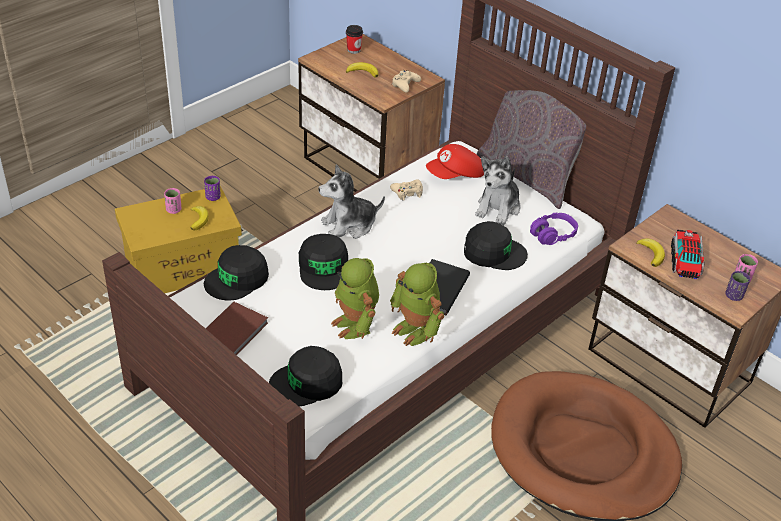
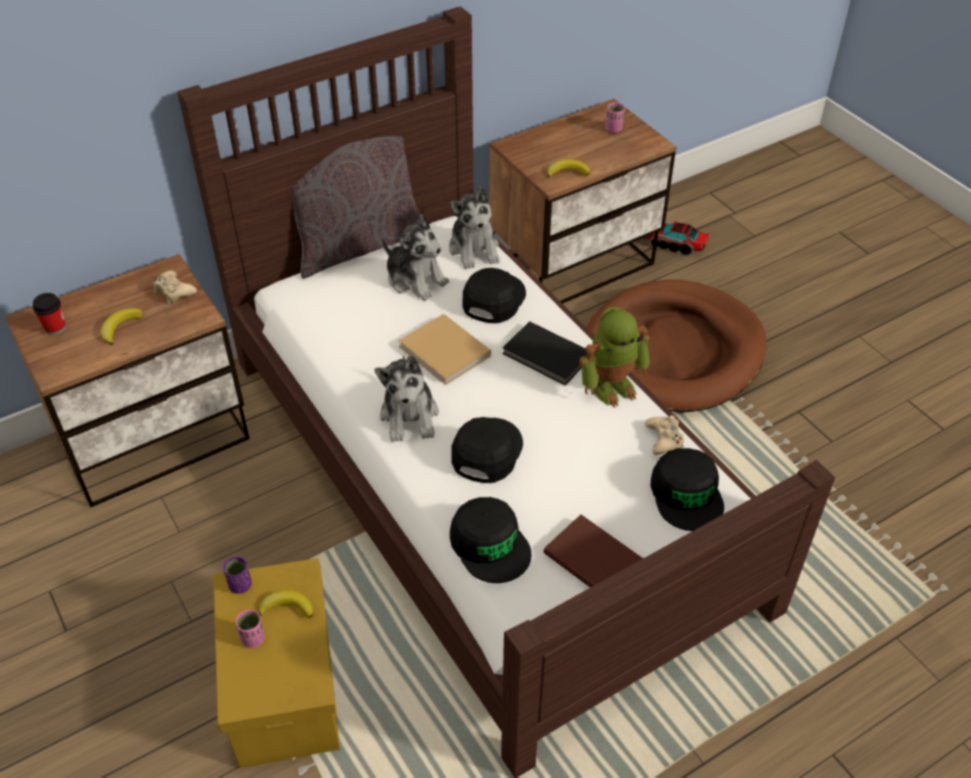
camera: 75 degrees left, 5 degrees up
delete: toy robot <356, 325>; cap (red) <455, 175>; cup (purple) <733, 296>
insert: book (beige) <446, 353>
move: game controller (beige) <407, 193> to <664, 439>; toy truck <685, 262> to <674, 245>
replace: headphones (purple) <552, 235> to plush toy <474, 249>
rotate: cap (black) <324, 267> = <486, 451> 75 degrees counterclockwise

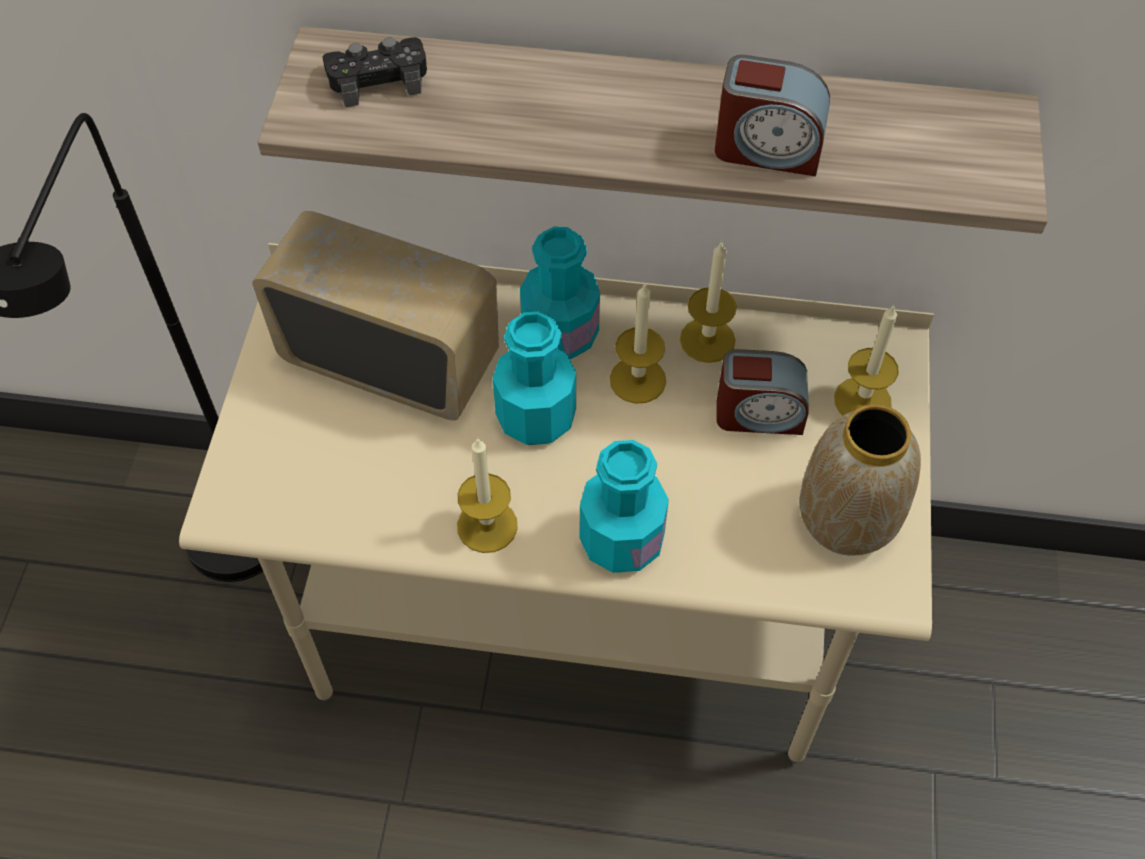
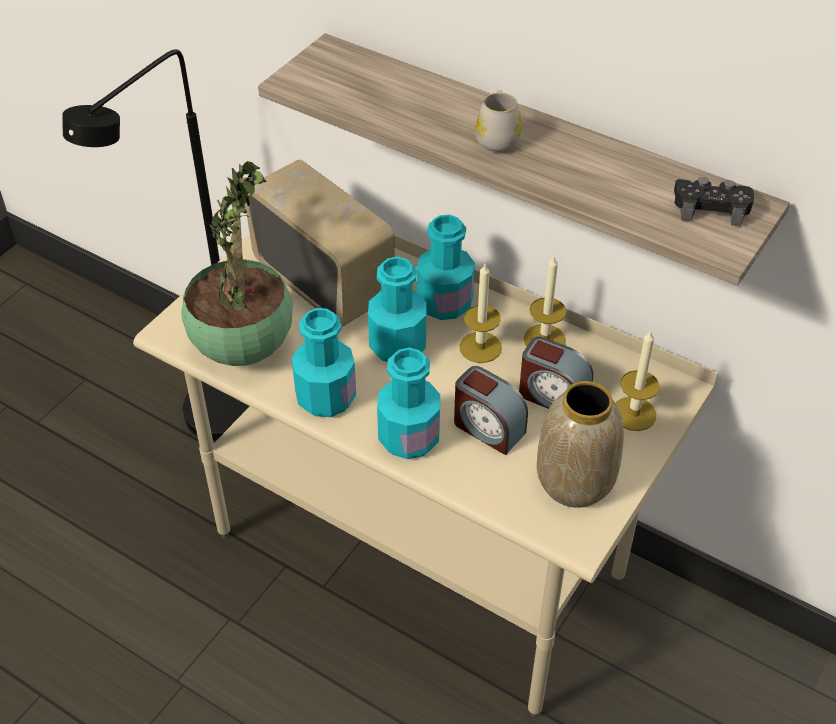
camera: 25 degrees right, 10 degrees down
insert: potted plant <243, 346>; mug (white) <497, 138>
move: game controller (black) <378, 78> to <711, 207>; alarm clock <767, 149> to <488, 428>
replace: candle <487, 526> to bottle (turquoise) <326, 397>

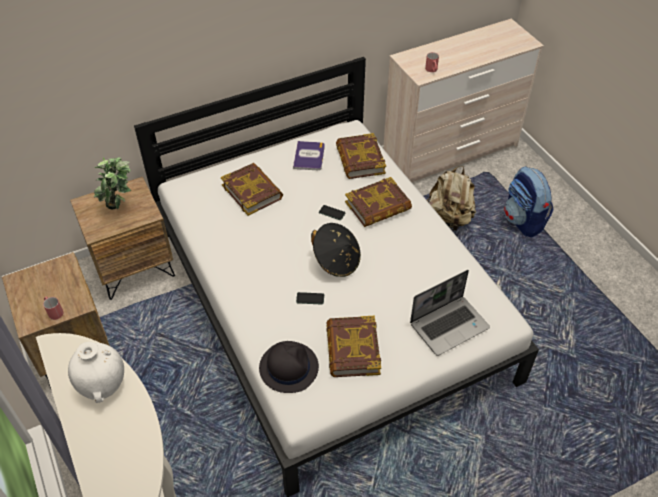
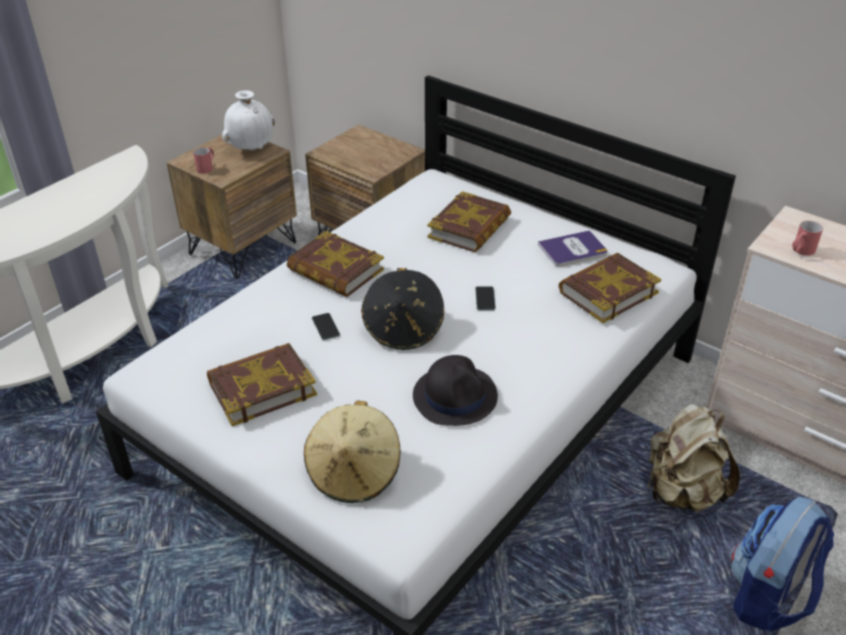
camera: 65 degrees right, 10 degrees down
delete: potted plant <121, 208>
move: vase (white) <103, 385> to <252, 149>; hat (black) <288, 367> to <455, 396>; book <378, 206> to <335, 271>
replace: laptop <449, 325> to hat (beige) <354, 473>

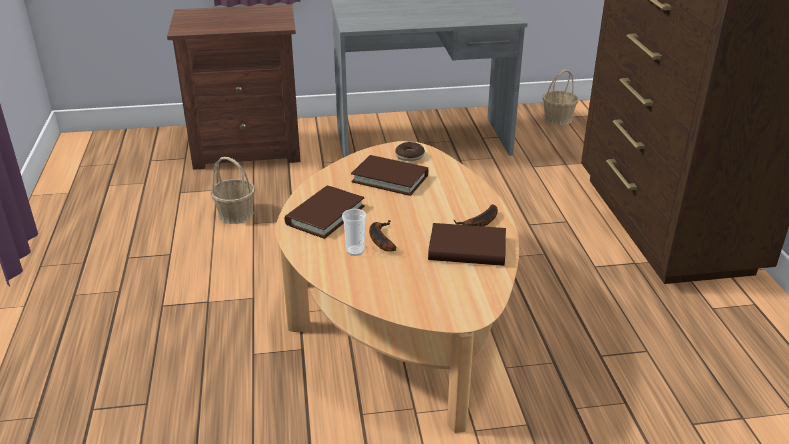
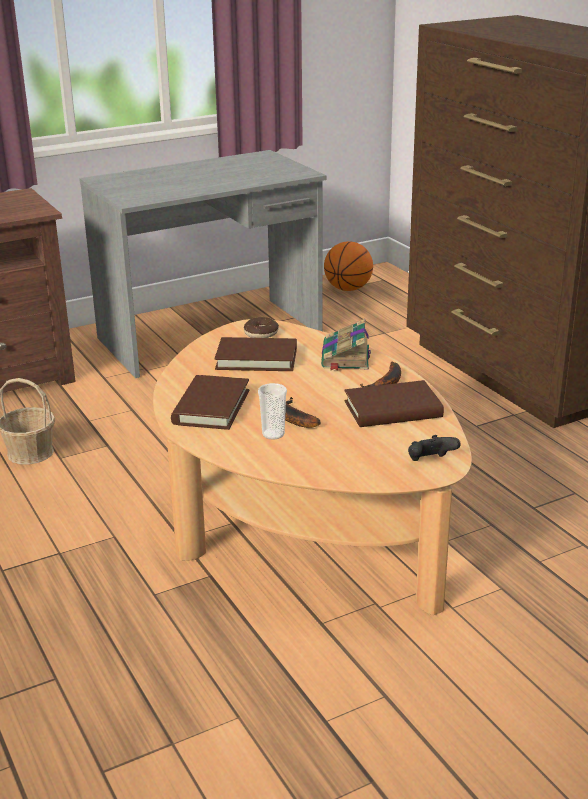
camera: 20 degrees left, 5 degrees down
insert: book <345, 358>; game controller (black) <430, 462>
replace: basket <558, 118> to basketball <348, 289>

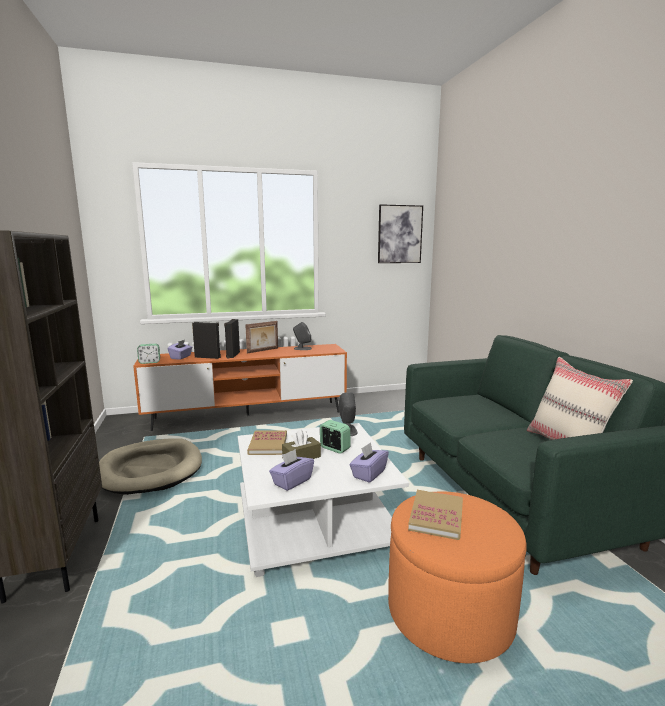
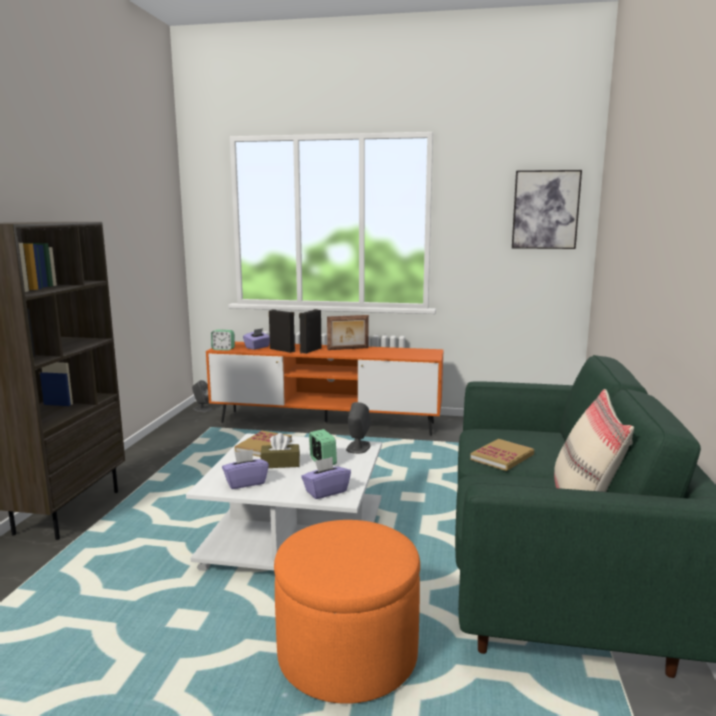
camera: 25 degrees right, 0 degrees up
delete: dog bed (beige) <151, 470>
move: speaker (grey) <302, 348> to <202, 409>; book <436, 516> to <502, 457>

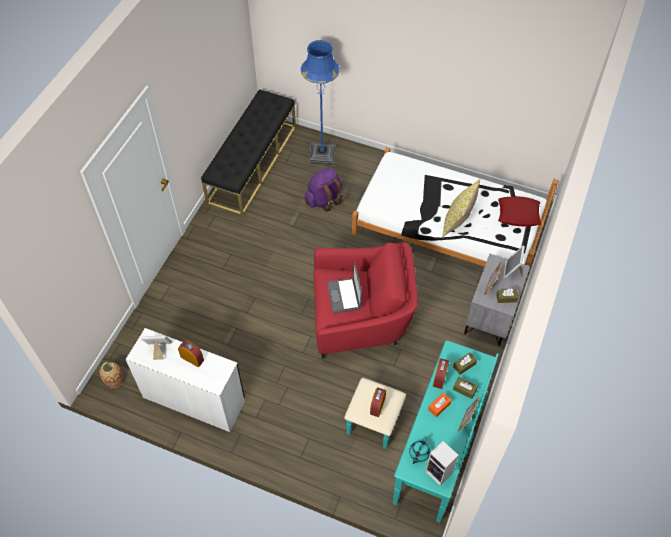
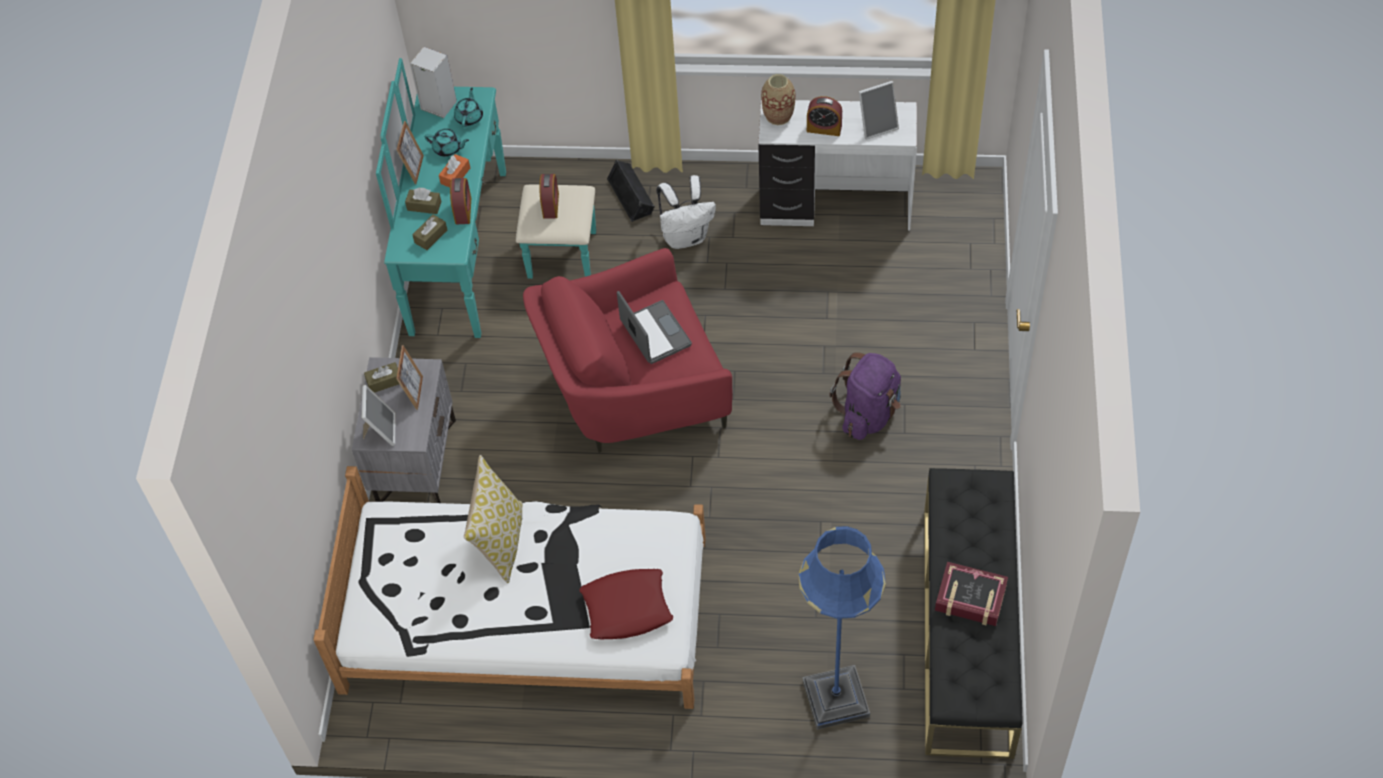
camera: 165 degrees right, 0 degrees up
insert: teapot (turquoise) <448, 149>; speaker (black) <632, 195>; backpack (white) <686, 237>; book <970, 598>
move: vase <114, 381> to <778, 116>; backpack (purple) <324, 200> to <869, 413>; pillow (red) <518, 214> to <627, 608>

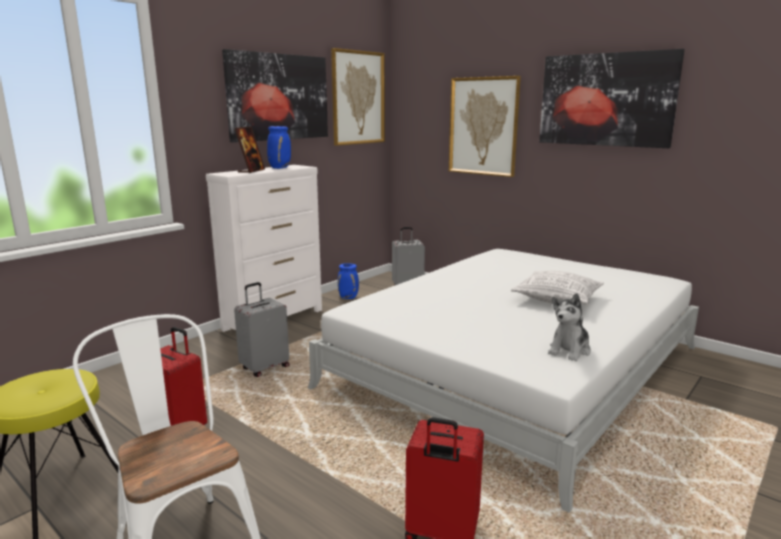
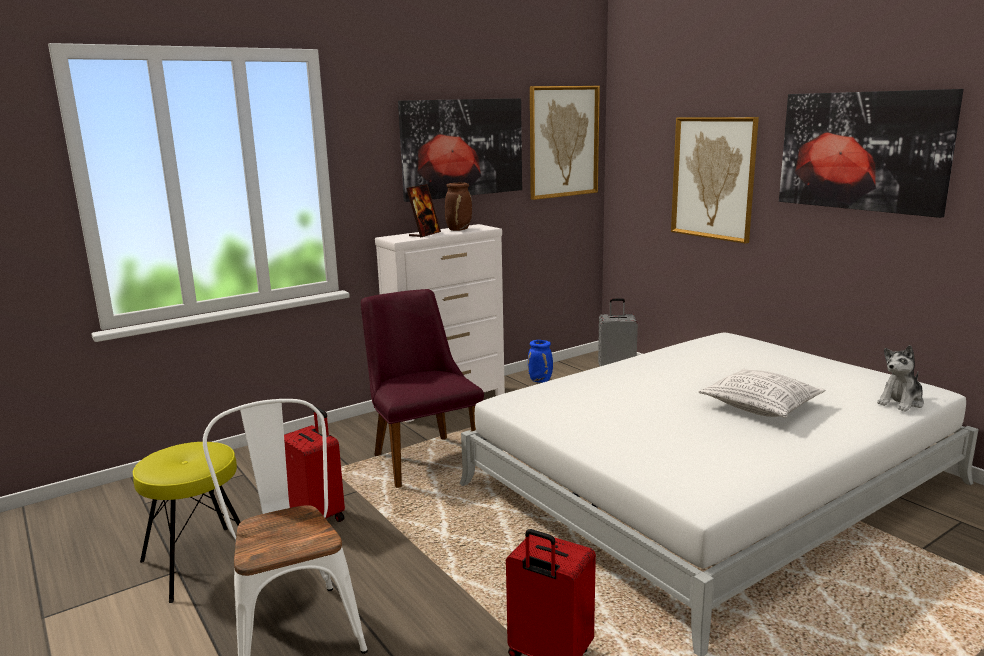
camera: 15 degrees right, 0 degrees up
move: plush toy <569, 350> to <901, 402>
replace: suitcase (grey) <264, 368> to chair (purple) <421, 456>
recolor: vase (blue) <280, 168> to vase (brown) <459, 229>

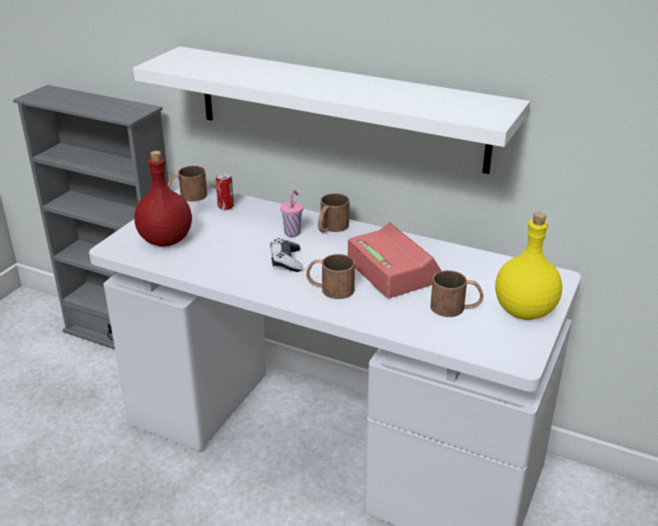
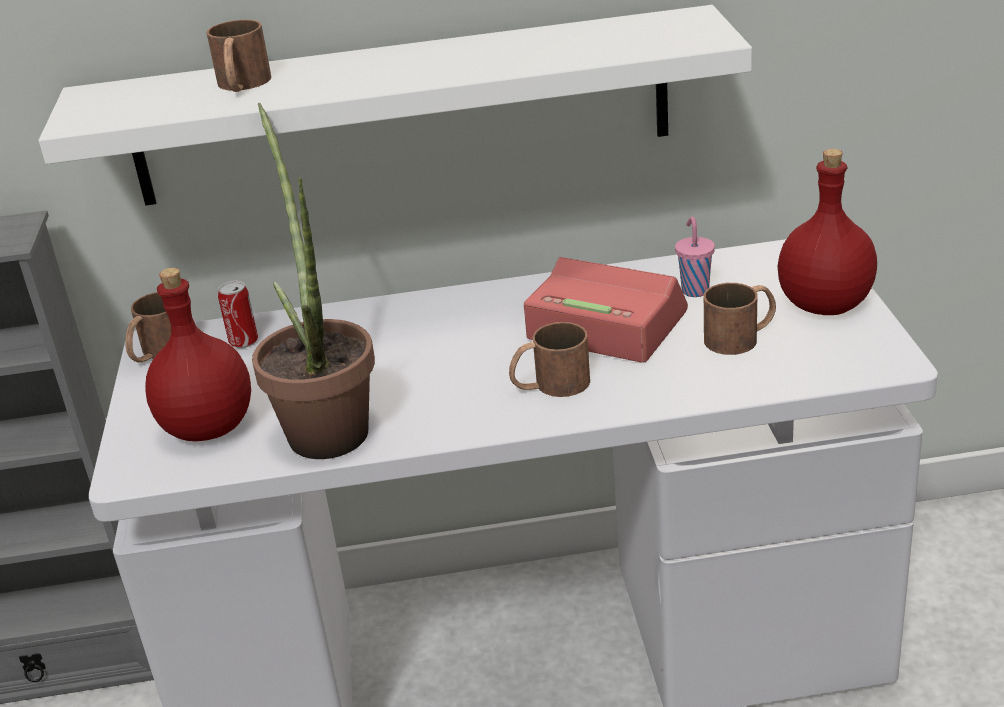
camera: 30 degrees left, 0 degrees up
delete: game controller <286, 261>
insert: potted plant <326, 425>
move: cup (pink) <293, 233> to <694, 290>; mug (brown) <330, 228> to <242, 85>
recolor: bottle (yellow) <525, 311> to bottle (red) <826, 304>

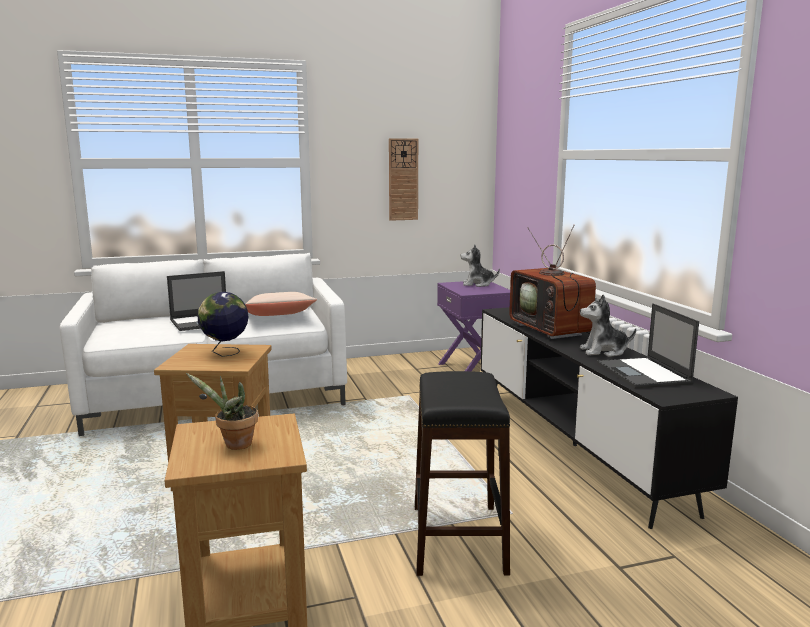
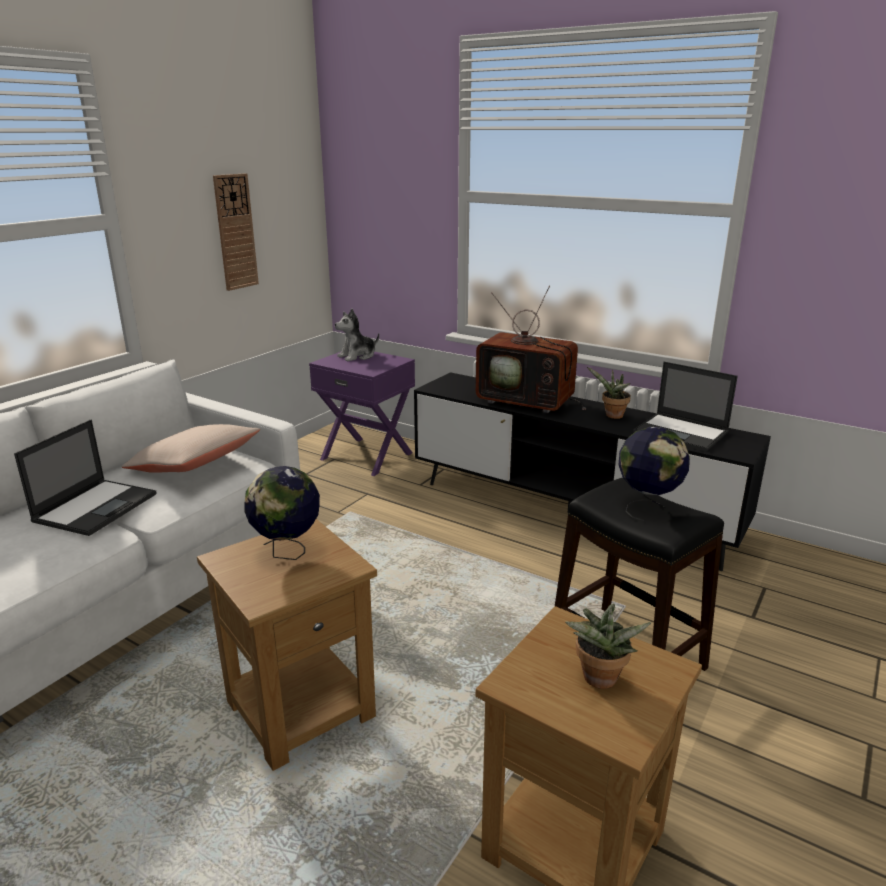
camera: 40 degrees left, 10 degrees up
insert: globe <647, 507>
replace: plush toy <604, 351> to potted plant <612, 416>

